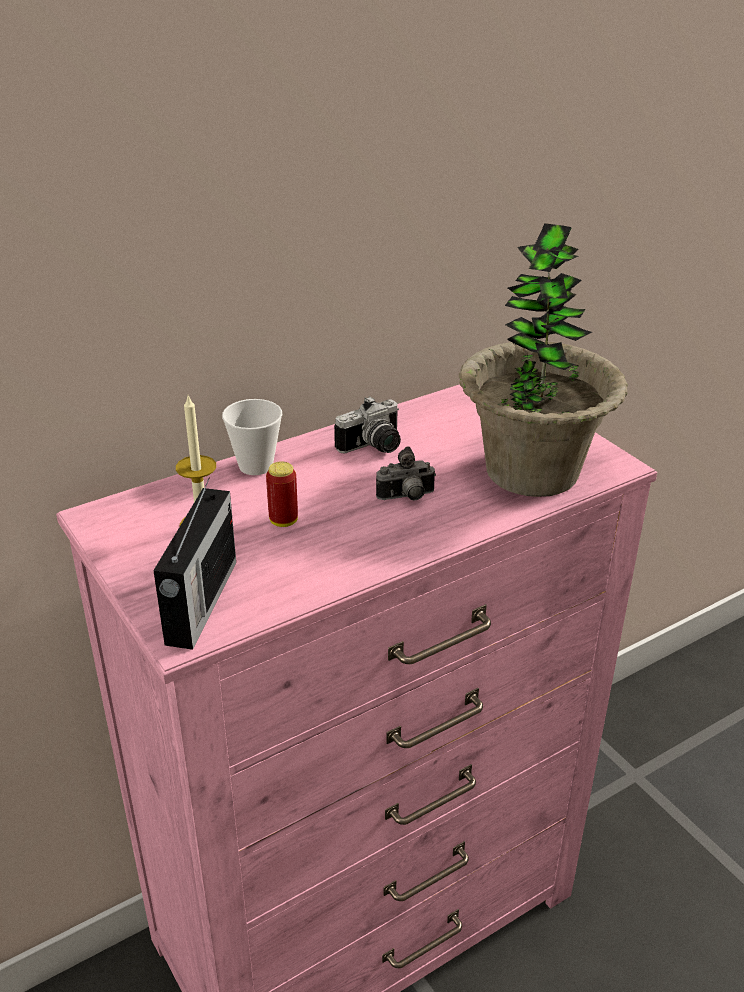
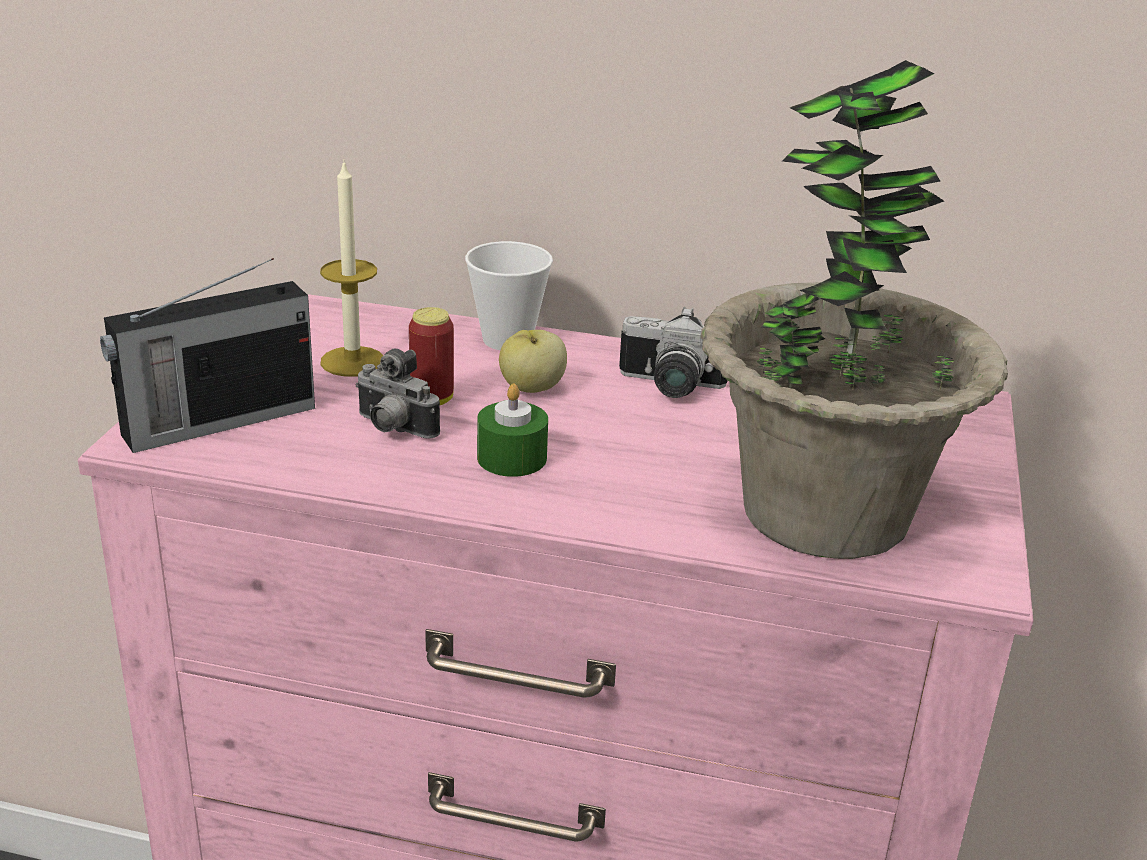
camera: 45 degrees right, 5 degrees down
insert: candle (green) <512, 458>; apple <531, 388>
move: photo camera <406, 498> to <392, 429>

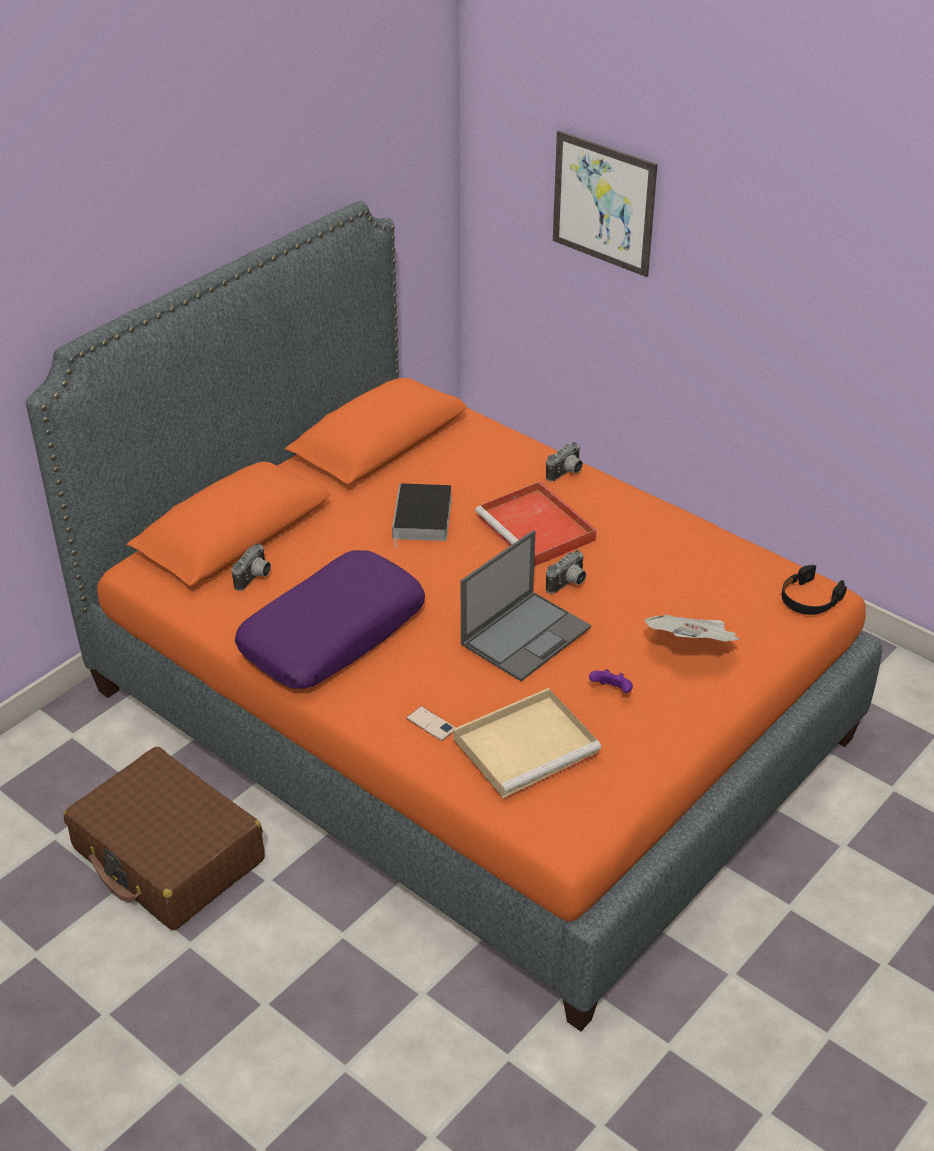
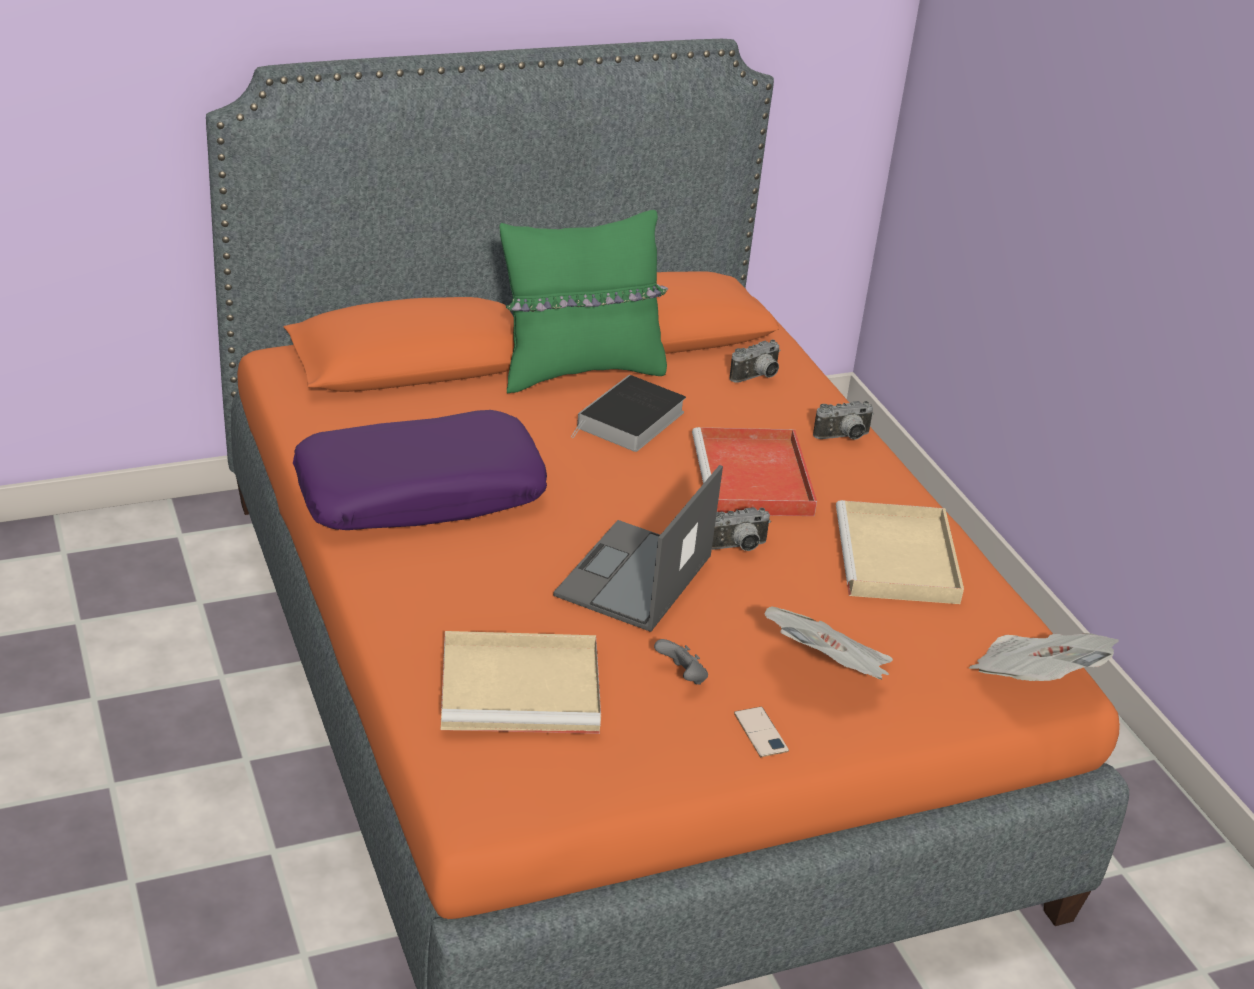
camera: 25 degrees right, 5 degrees down
delete: suitcase (brown) <168, 855>; picture <603, 203>
insert: pillow (green) <579, 371>; tray (beige) <898, 560>
move: photo camera <255, 578> to <757, 377>; phone <431, 724> to <761, 732>
replace: headphones (black) <809, 599> to newspaper <1034, 681>
recolor: game controller (purple) <612, 691> to game controller (grey) <682, 677>
rotate: laptop <526, 635> = <633, 577> 135 degrees clockwise

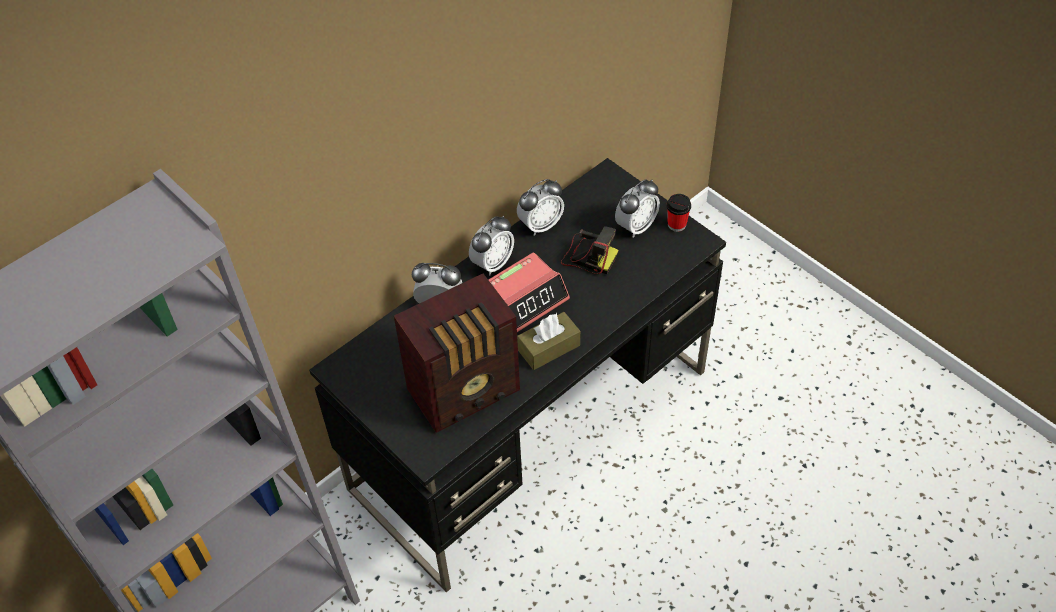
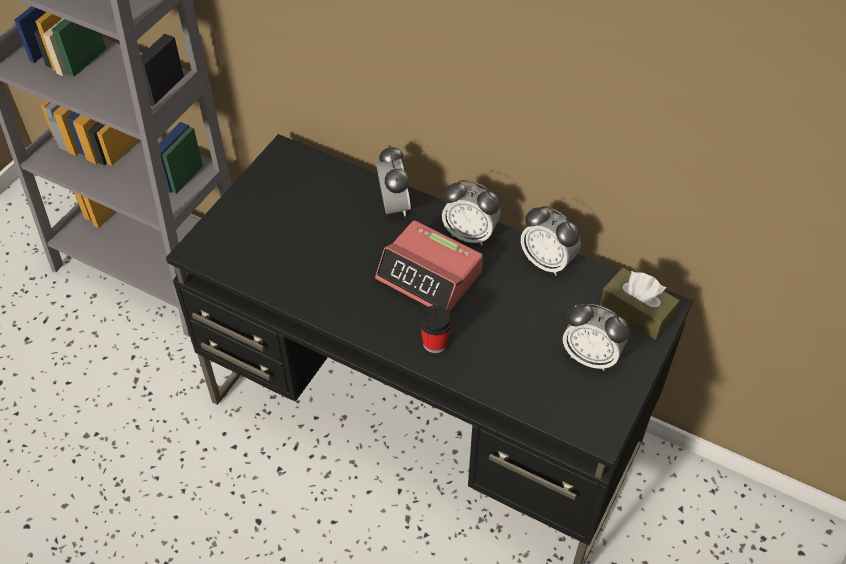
camera: 70 degrees right, 0 degrees up
delete: radio <466, 391>; photo camera <588, 256>
move: tissue box (brown) <549, 348> to <636, 311>; cup <676, 224> to <435, 343>

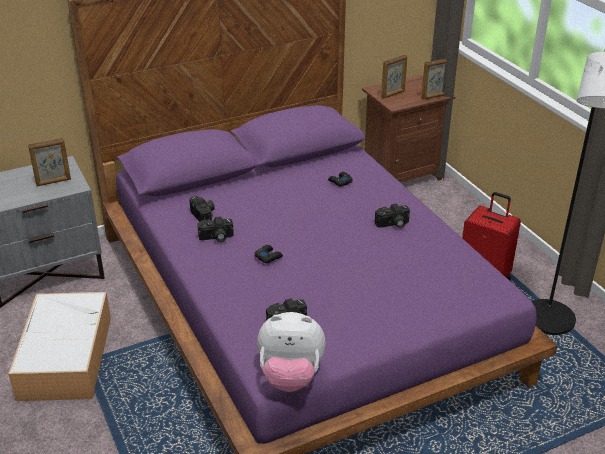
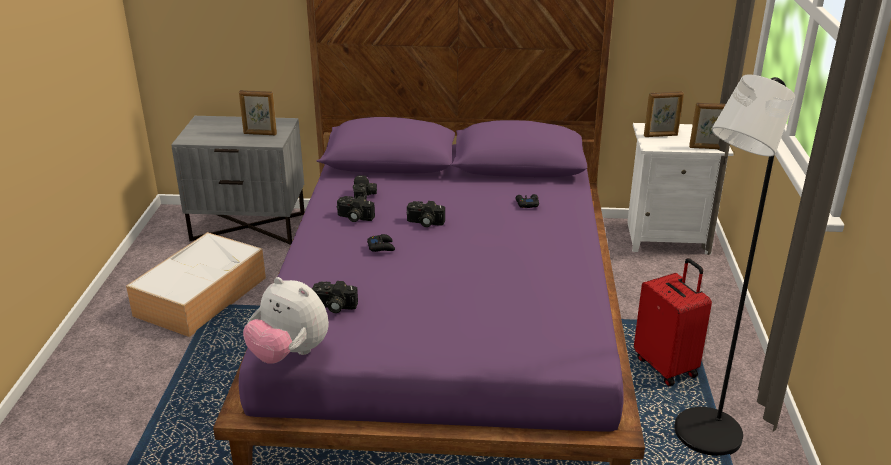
camera: 30 degrees right, 5 degrees down
move: photo camera <393, 224> to <424, 223>
recolor: nightstand (brown) <401, 174> to nightstand (white) <666, 237>

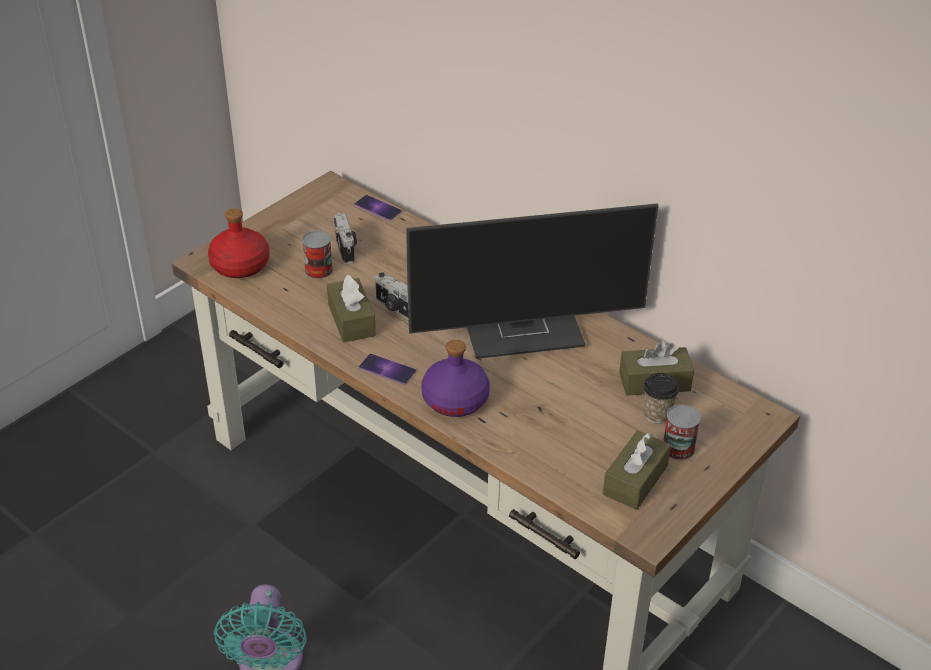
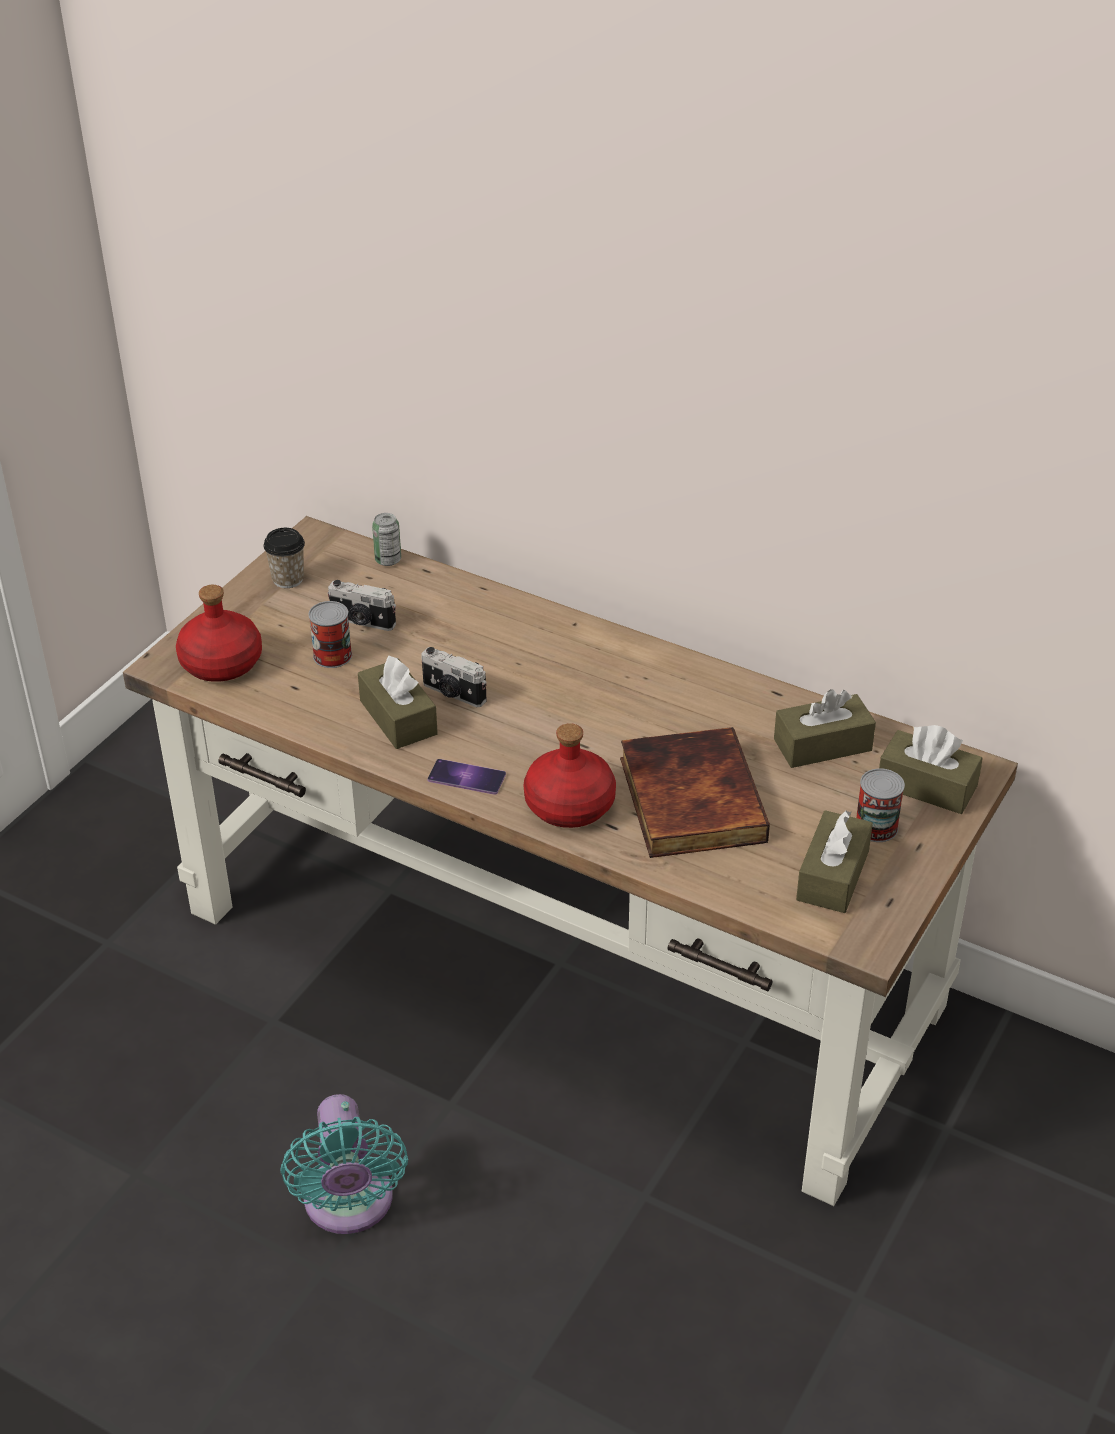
camera: 10 degrees left, 0 degrees up
delete: monitor <525, 331>
insert: book <688, 799>; tissue box (brown) <927, 786>
move: cup <657, 414> to <288, 579>
replace: phone <377, 208> to can <388, 560>
recolor: bottle (purple) <455, 399> to bottle (red) <569, 804>
rotate: photo camera <346, 249> = <362, 622> 135 degrees clockwise

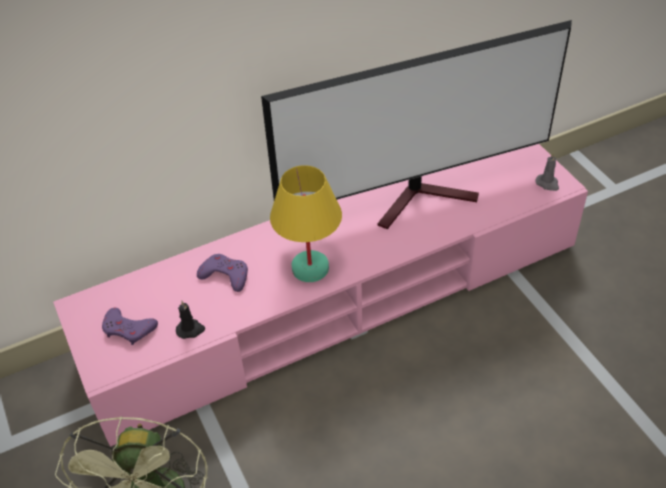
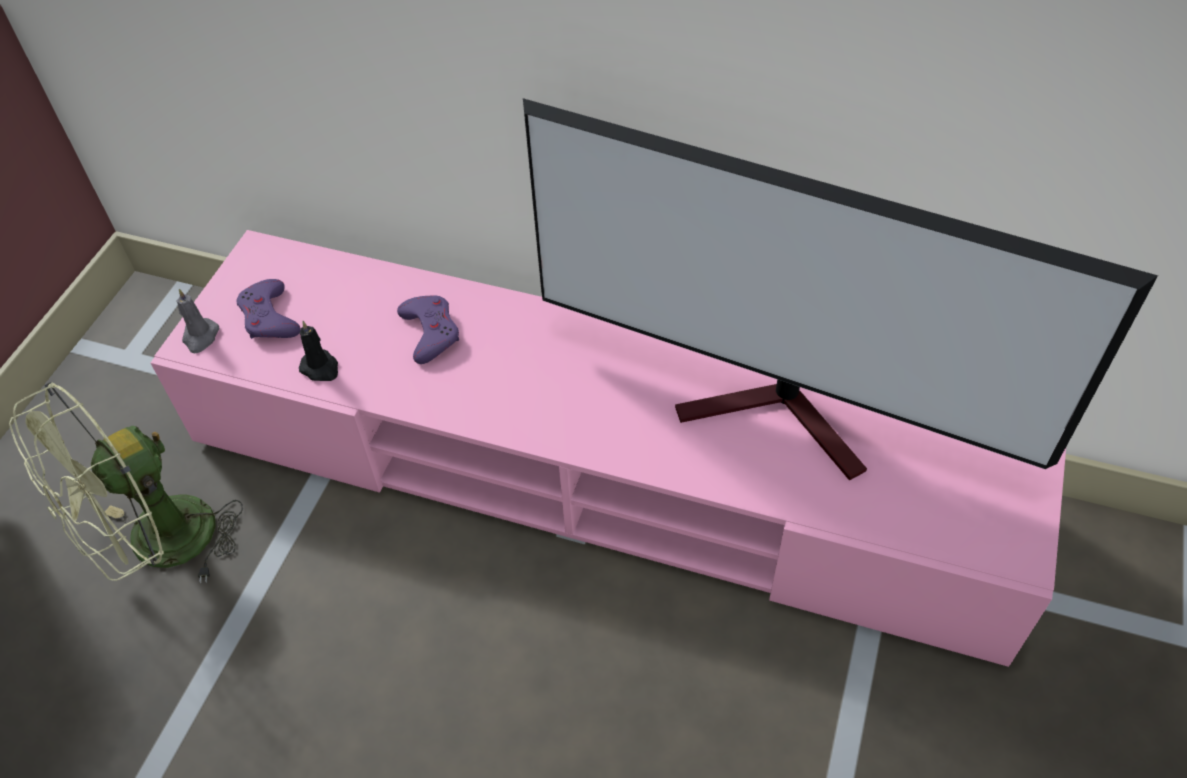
camera: 45 degrees right, 5 degrees up
delete: table lamp (yellow) <310, 267>
move: candle (grey) <547, 183> to <200, 337>

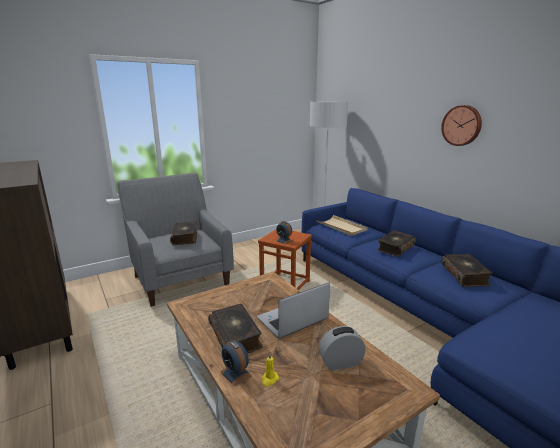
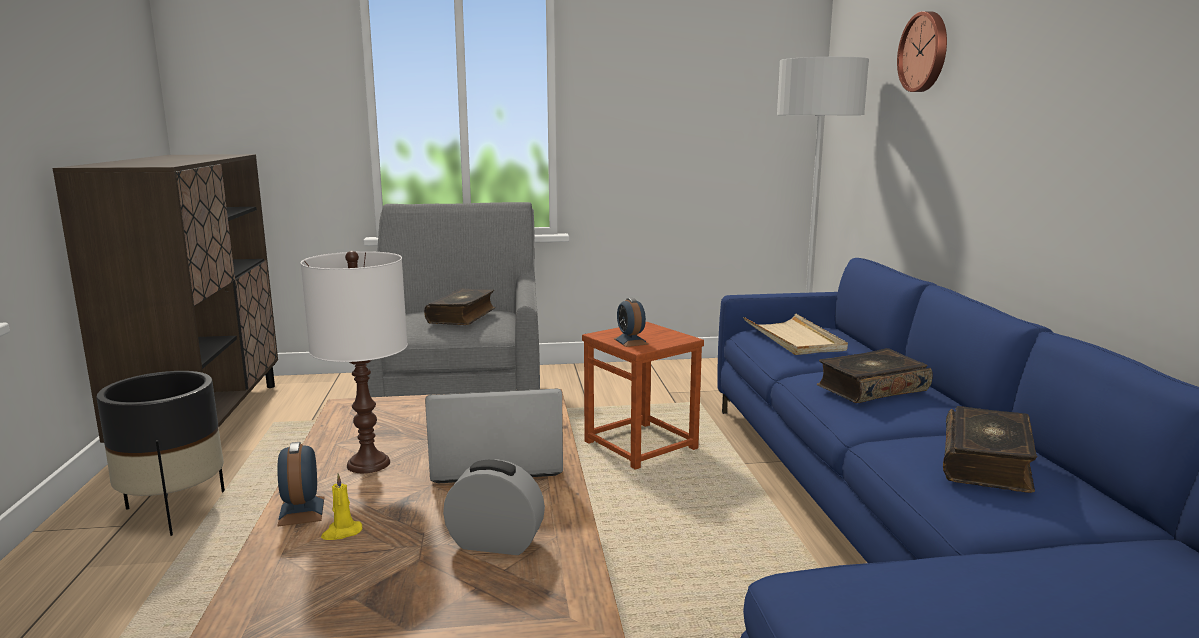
camera: 25 degrees right, 5 degrees down
insert: planter (black) <175, 511>
move: wall clock <462, 125> to <925, 52>
replace: book <235, 336> to table lamp (white) <369, 464>

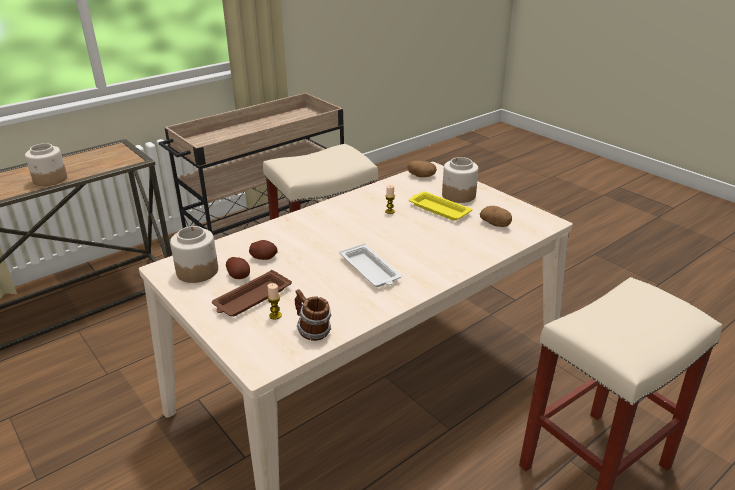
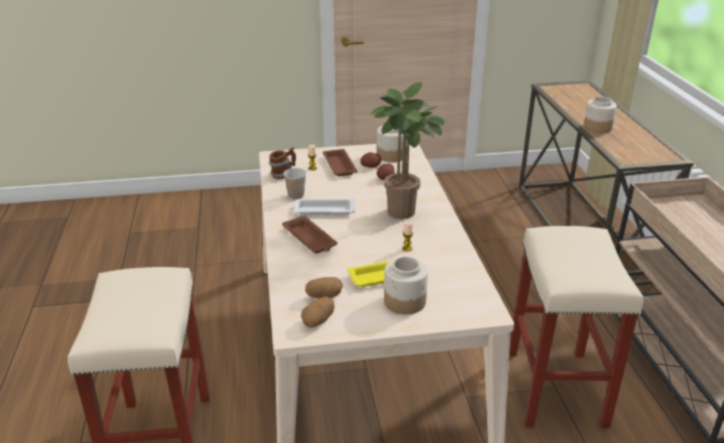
camera: 120 degrees right, 0 degrees up
insert: tray (brown) <310, 239>; cup <296, 196>; potted plant <403, 214>
move: potato <421, 176> to <318, 320>

